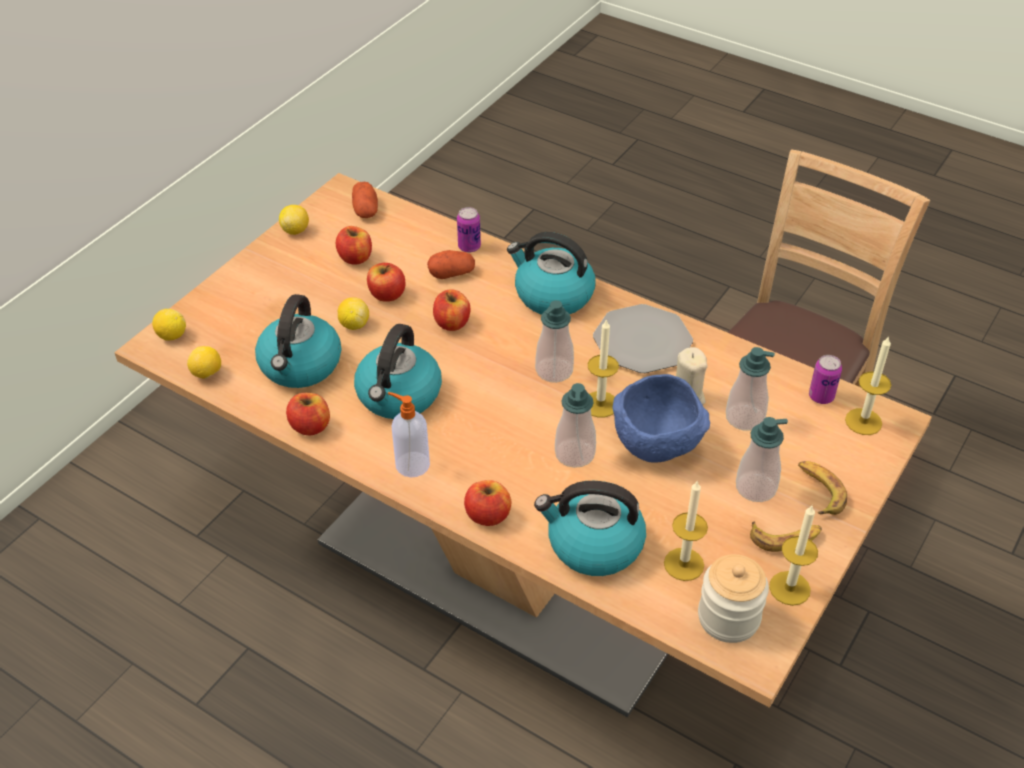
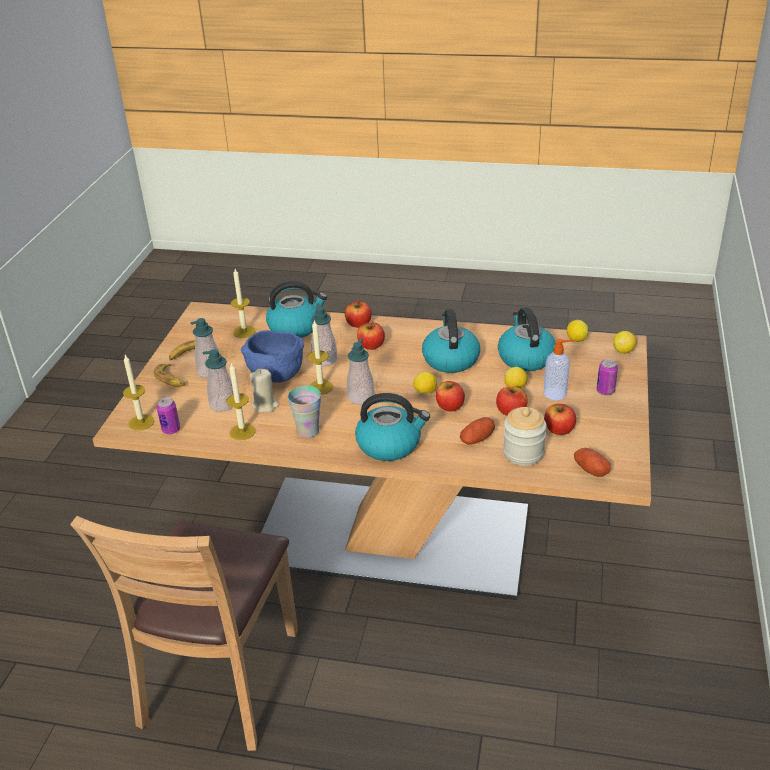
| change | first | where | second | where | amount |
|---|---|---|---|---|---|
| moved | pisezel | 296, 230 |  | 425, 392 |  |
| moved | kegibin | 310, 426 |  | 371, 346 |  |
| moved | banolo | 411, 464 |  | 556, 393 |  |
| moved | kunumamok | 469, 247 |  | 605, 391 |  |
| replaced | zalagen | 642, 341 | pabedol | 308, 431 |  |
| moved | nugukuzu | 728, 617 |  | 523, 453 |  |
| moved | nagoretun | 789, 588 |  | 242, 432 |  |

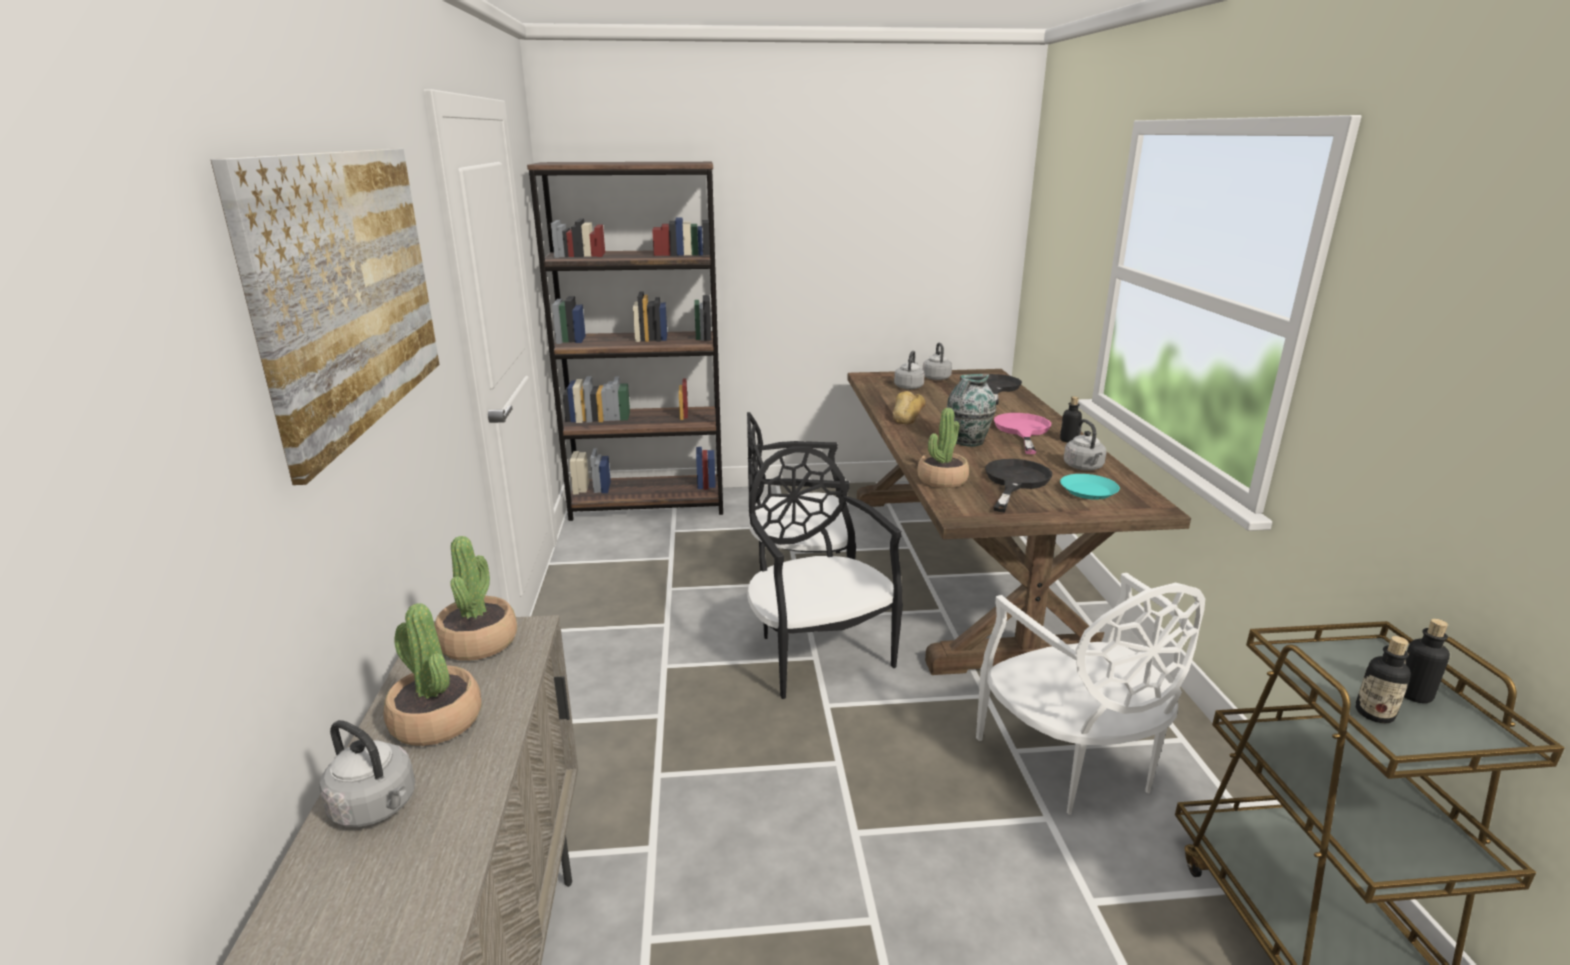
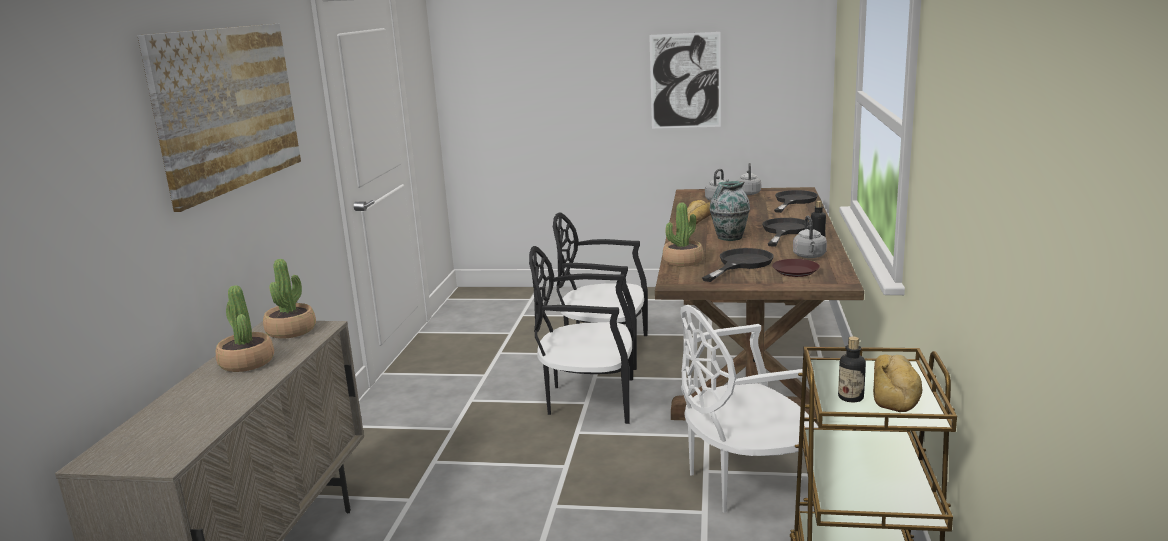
| change | first | where | second | where | amount |
|---|---|---|---|---|---|
| removed | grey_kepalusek | 377, 807 |  |  |  |
| removed | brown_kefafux | 648, 504 |  |  |  |
| turned | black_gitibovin | 817, 653 |  | 589, 400 | 75 degrees counterclockwise |
| turned | white_gitibovin | 1072, 763 |  | 747, 482 | 75 degrees clockwise |
| recoloured | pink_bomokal | 1022, 431 | black_bomokal | 784, 231 |  |
| recoloured | turquoise_zalagen | 1089, 491 | brown_zalagen | 796, 271 |  |
| replaced | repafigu | 1413, 694 | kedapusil | 895, 390 |  |
| added |  |  | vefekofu | 685, 81 |  |

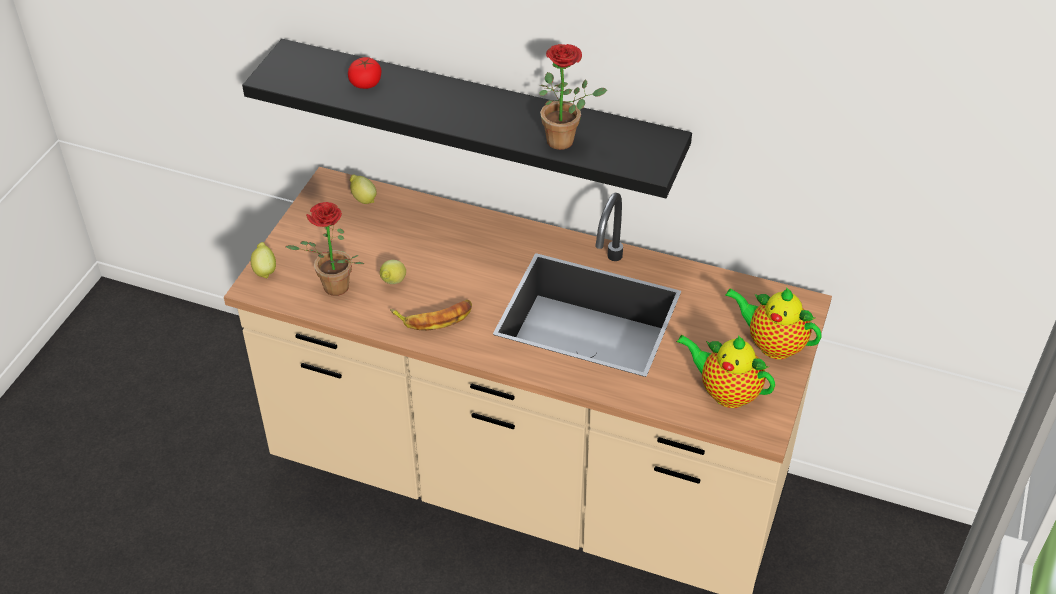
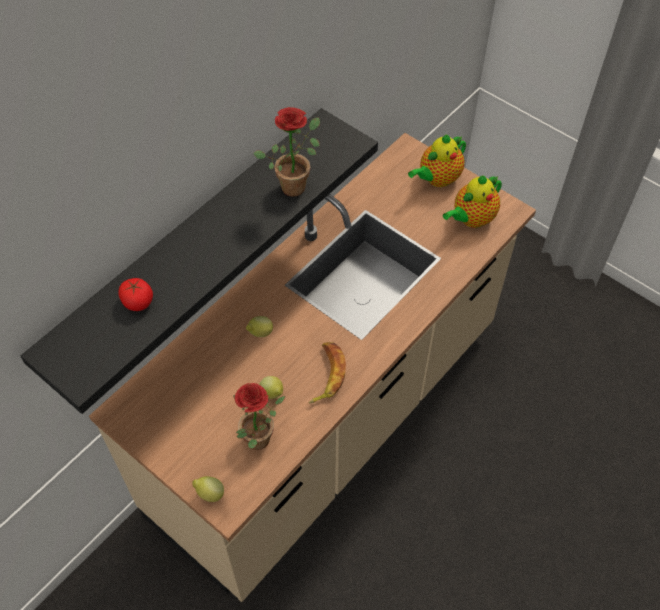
| change | first | where | second | where | amount |
|---|---|---|---|---|---|
| moved | pisezel | 363, 199 |  | 260, 333 |  |

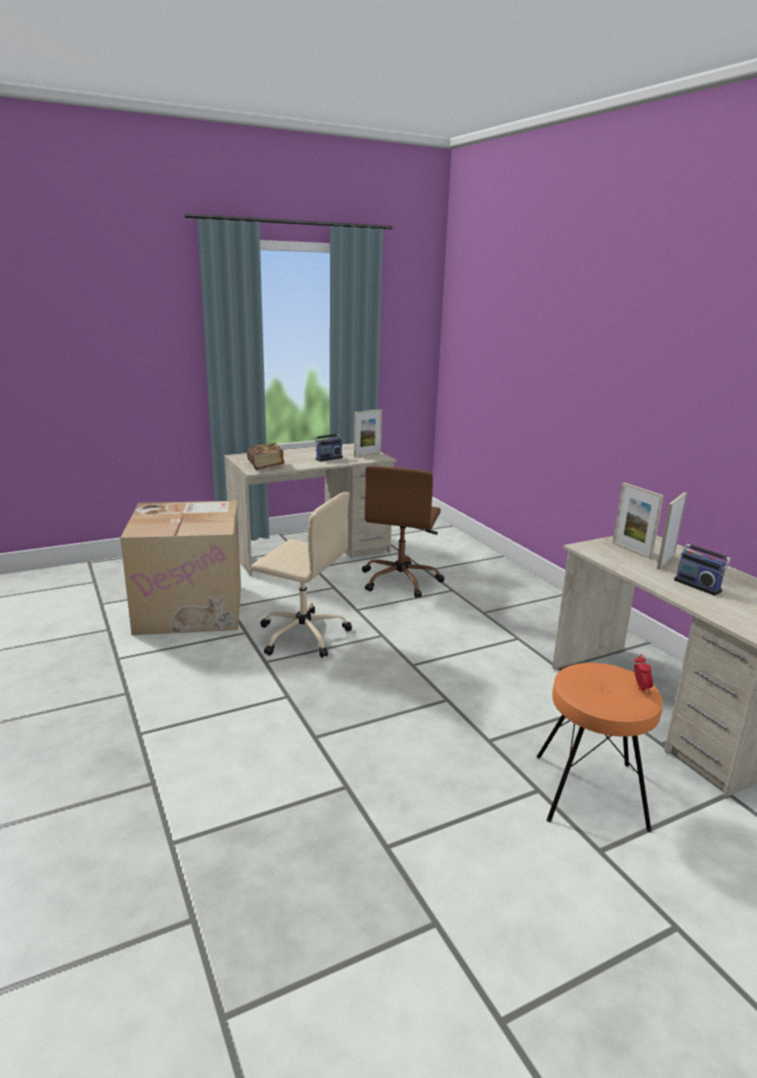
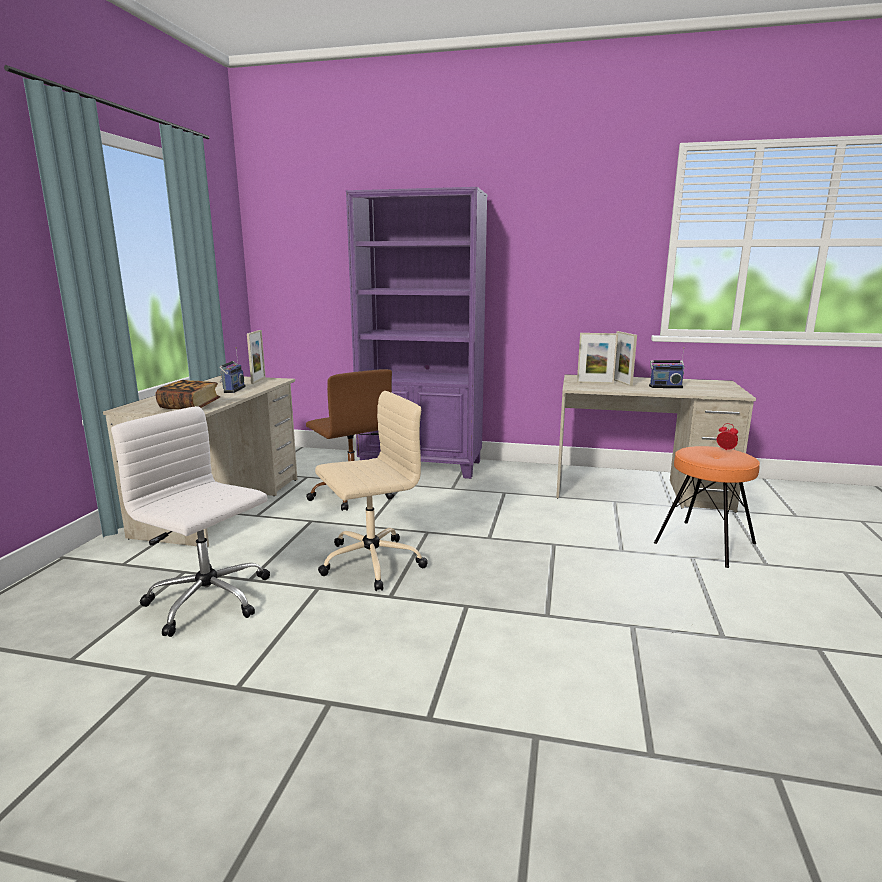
| change | first | where | second | where | amount |
|---|---|---|---|---|---|
| replaced | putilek | 192, 608 | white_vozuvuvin | 210, 601 |  |
| added |  |  | purple_kefafux | 422, 466 |  |

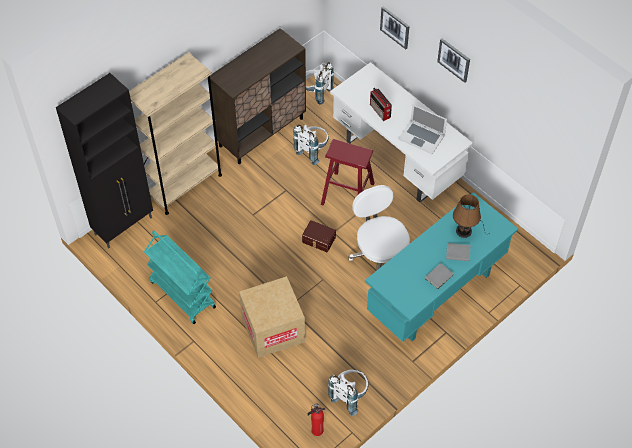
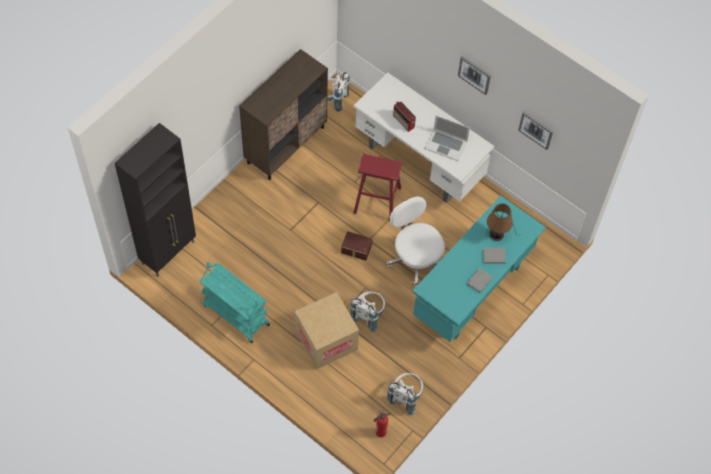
| change | first | where | second | where | amount |
|---|---|---|---|---|---|
| removed | beige_kefafux | 184, 185 |  |  |  |
| moved | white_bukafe | 312, 150 |  | 368, 315 |  |
| moved | vefekofu | 395, 27 |  | 536, 130 |  |

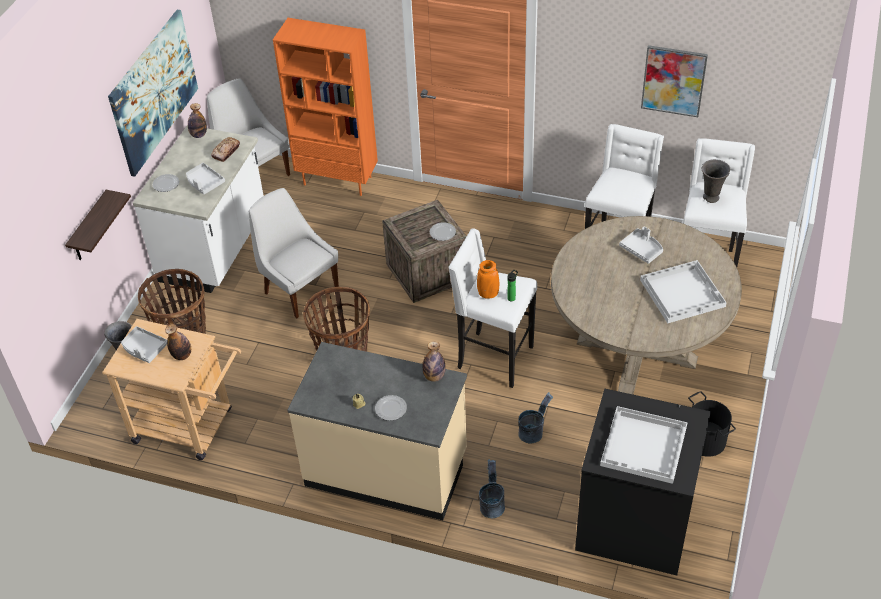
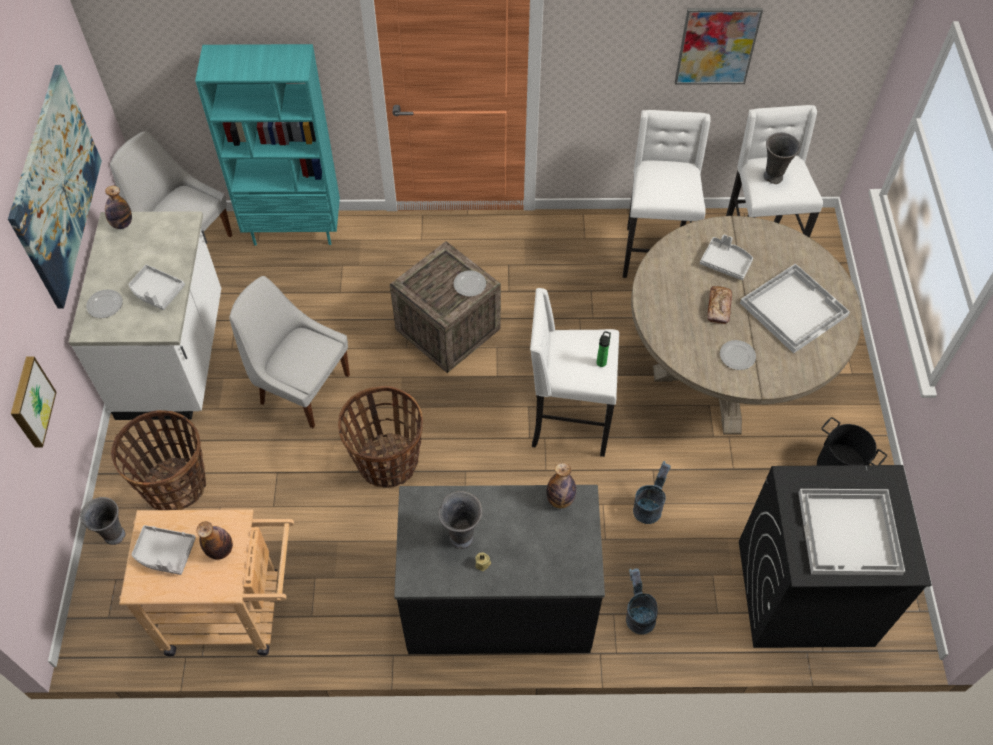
| change | first | where | second | where | amount |
|---|---|---|---|---|---|
| replaced | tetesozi | 89, 228 | vefekofu | 30, 402 |  |
| moved | kedapusil | 226, 152 |  | 718, 308 |  |
| recoloured | orange_kefafux | 338, 180 | turquoise_kefafux | 295, 230 |  |
| recoloured | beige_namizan | 386, 469 | black_namizan | 498, 603 |  |
| moved | zalagen | 391, 409 |  | 737, 356 |  |
| removed | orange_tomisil | 488, 294 |  |  |  |
| added |  |  | grey_tomisil | 461, 536 |  |

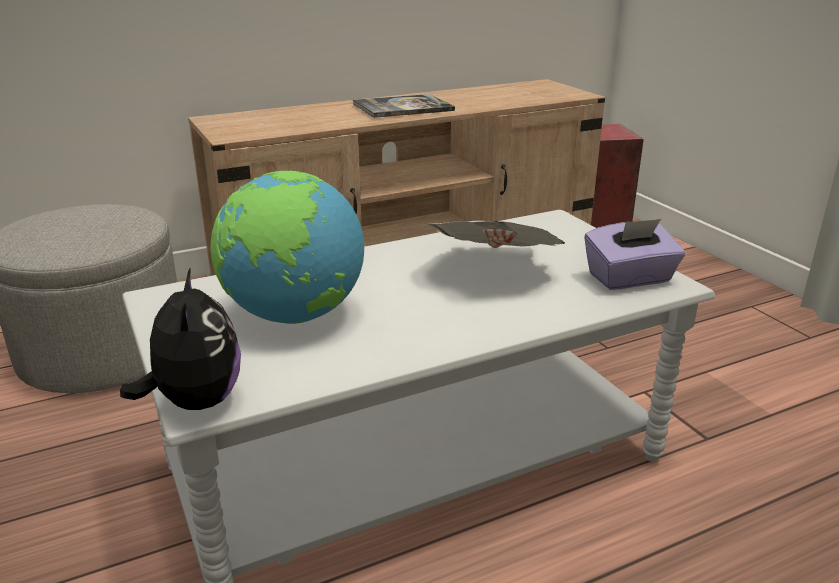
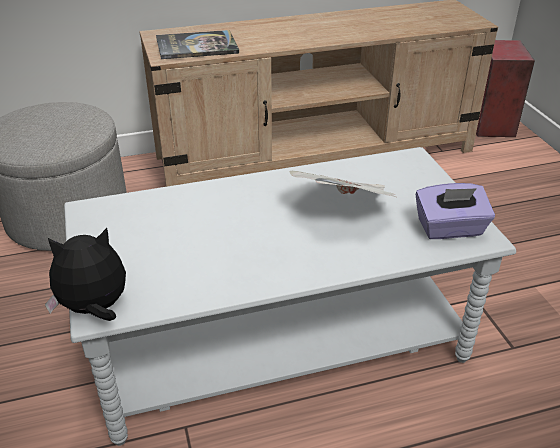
| change | first | where | second | where | amount |
|---|---|---|---|---|---|
| turned | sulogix | 195, 401 |  | 95, 309 | 105 degrees counterclockwise |
| removed | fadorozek | 293, 315 |  |  |  |
| moved | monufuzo | 403, 108 |  | 196, 46 |  |

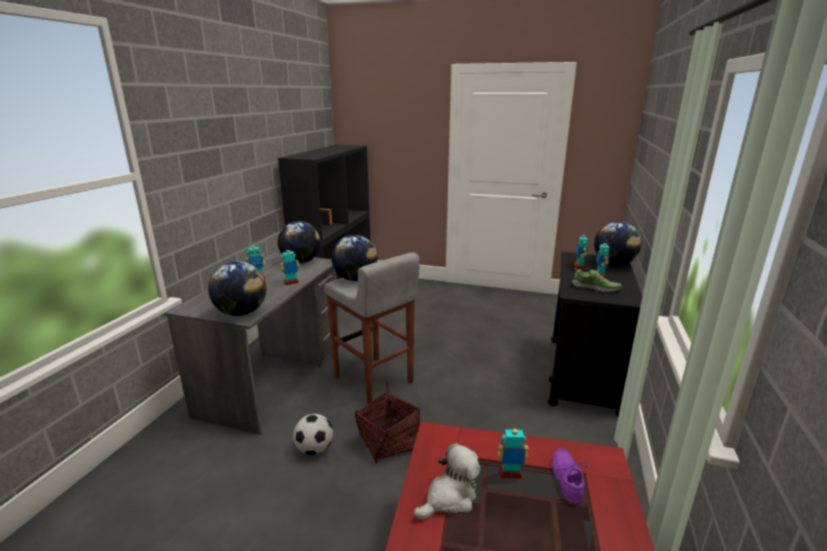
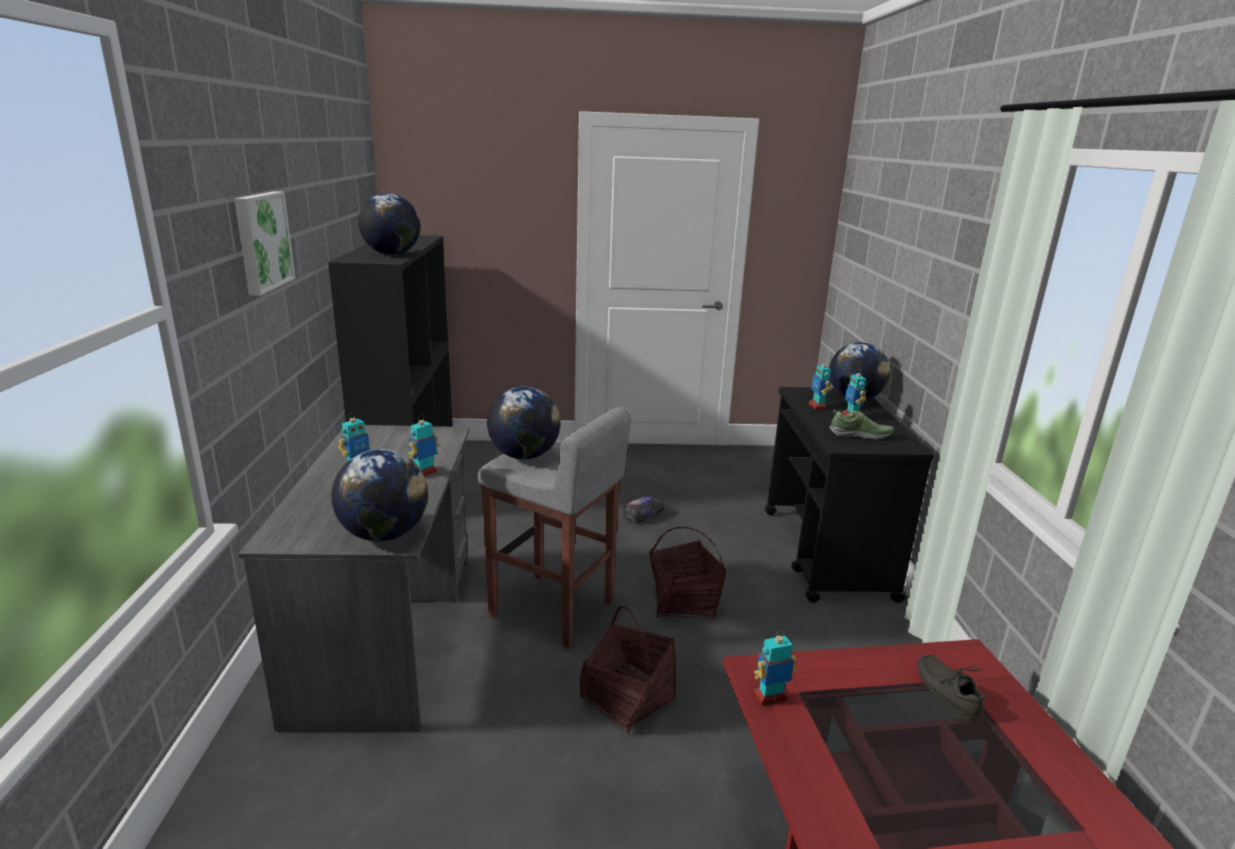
| change | first | where | second | where | amount |
|---|---|---|---|---|---|
| moved | fadorozek | 301, 261 |  | 391, 254 |  |
| removed | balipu | 314, 449 |  |  |  |
| removed | sulogix | 449, 497 |  |  |  |
| moved | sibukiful | 510, 473 |  | 770, 698 |  |
| recoloured | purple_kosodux | 569, 479 | grey_kosodux | 949, 692 |  |
| added |  |  | vefekofu | 261, 241 |  |
| added |  |  | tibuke | 643, 515 |  |
| added |  |  | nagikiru | 683, 602 |  |

